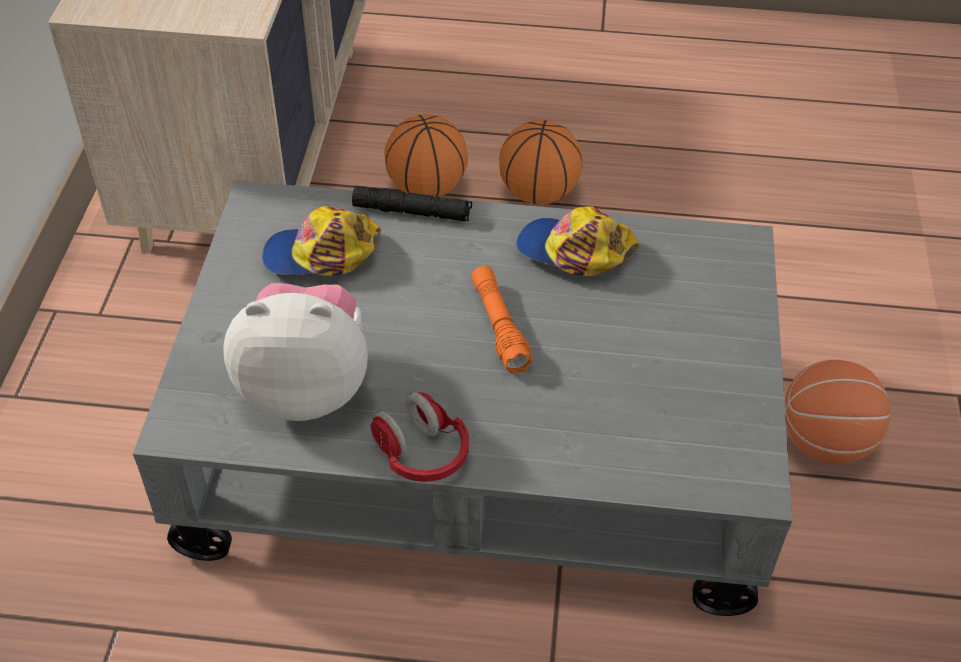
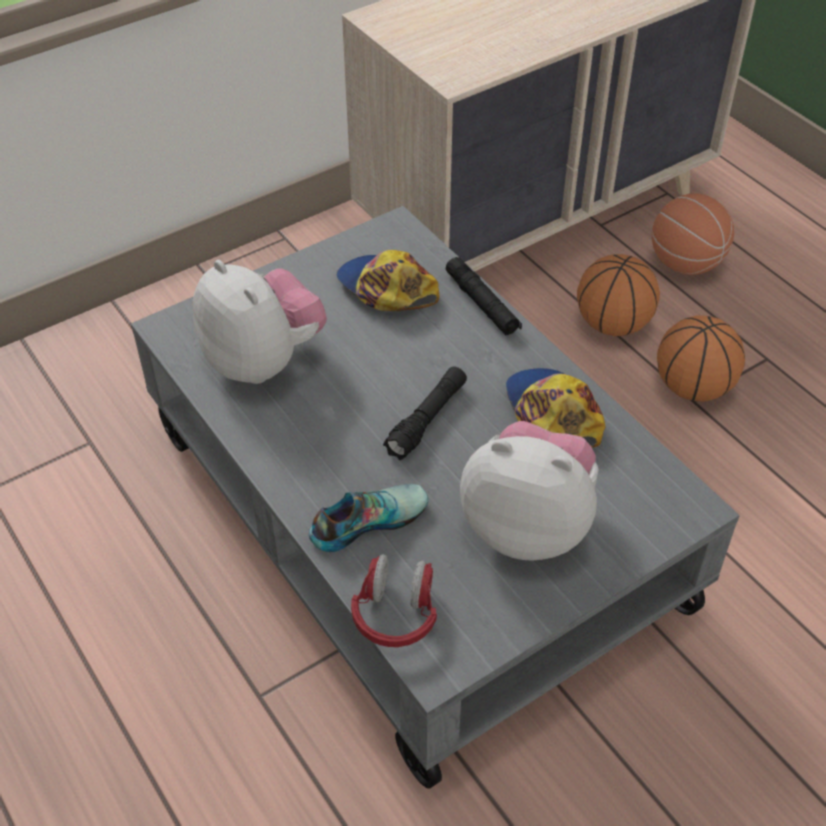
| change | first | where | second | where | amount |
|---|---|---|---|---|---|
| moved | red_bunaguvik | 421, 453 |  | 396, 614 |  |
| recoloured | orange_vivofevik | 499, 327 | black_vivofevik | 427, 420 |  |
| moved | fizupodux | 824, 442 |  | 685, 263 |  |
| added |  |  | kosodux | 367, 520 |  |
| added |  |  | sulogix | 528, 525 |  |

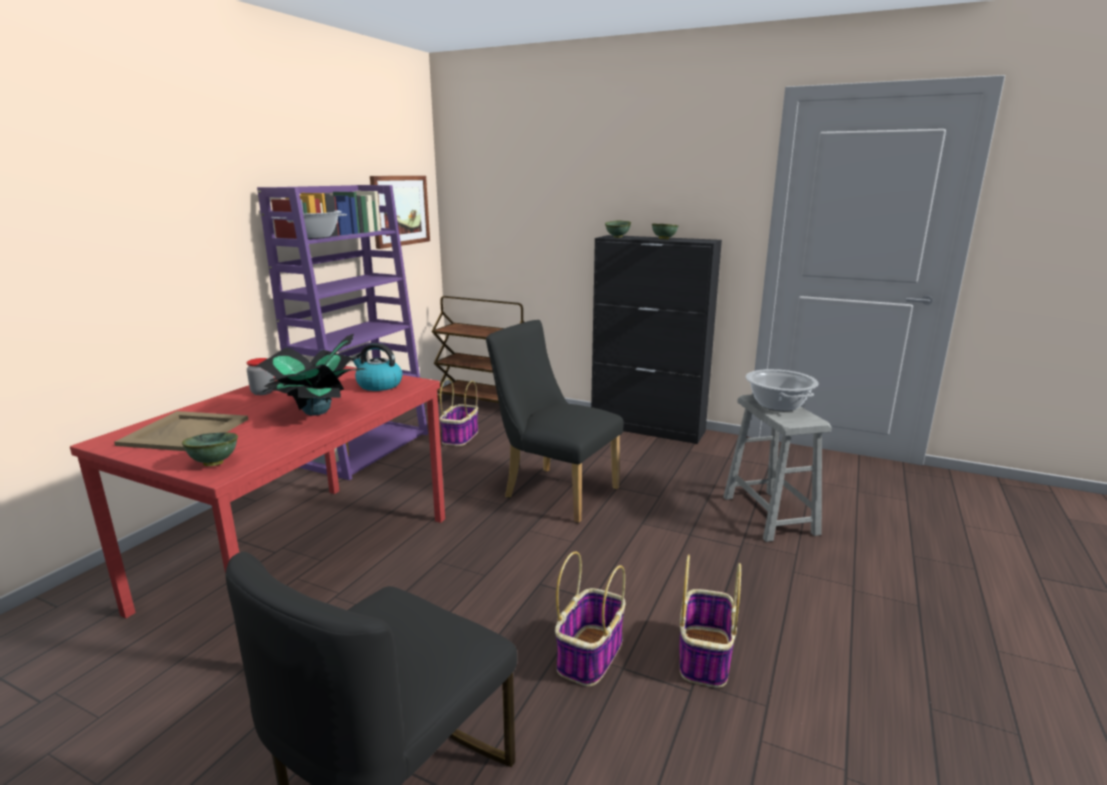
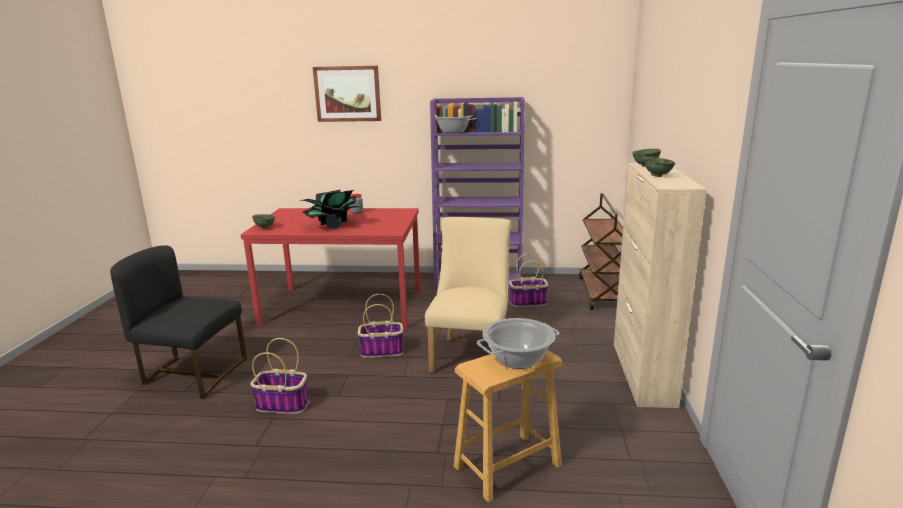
| change | first | where | second | where | amount |
|---|---|---|---|---|---|
| removed | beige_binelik | 185, 431 |  |  |  |
| removed | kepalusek | 378, 385 |  |  |  |
| moved | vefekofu | 400, 210 |  | 347, 94 |  |
| recoloured | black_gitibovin | 554, 491 | beige_gitibovin | 471, 354 |  |
| recoloured | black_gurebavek | 648, 428 | beige_gurebavek | 643, 373 |  |
| moved | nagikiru | 704, 655 |  | 382, 351 |  |
| recoloured | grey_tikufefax | 769, 515 | brown_tikufefax | 507, 466 |  |

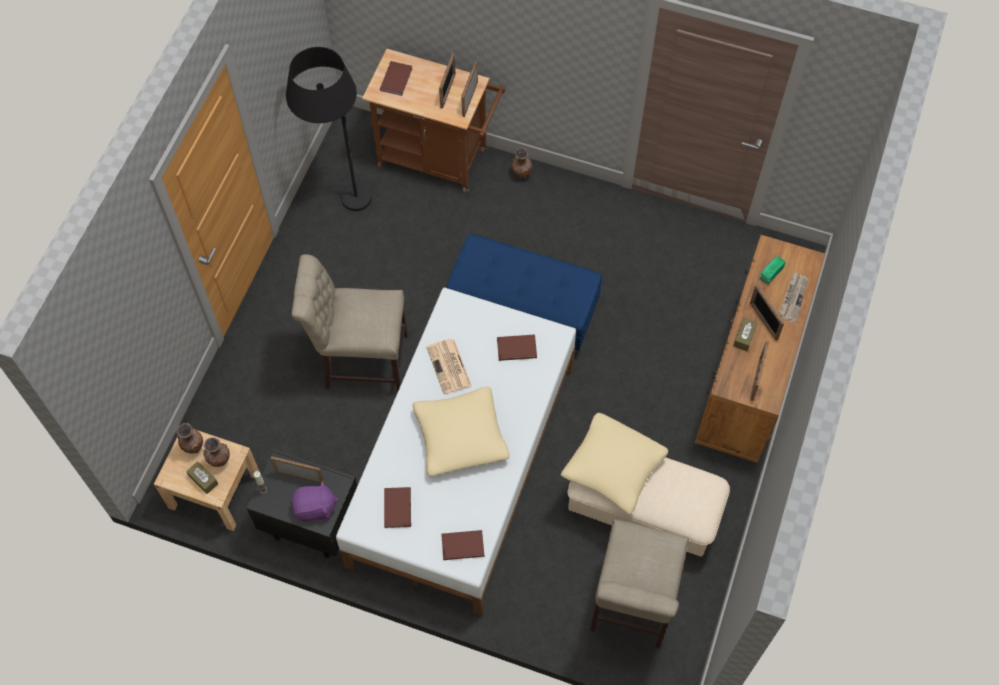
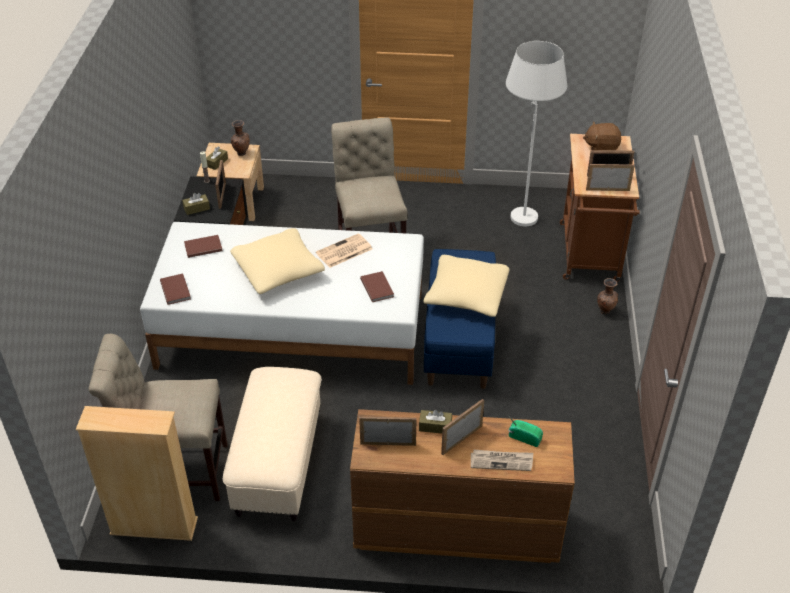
| change | first | where | second | where | amount |
|---|---|---|---|---|---|
| removed | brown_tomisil | 220, 462 |  |  |  |
| recoloured | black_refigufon | 340, 194 | white_refigufon | 523, 208 |  |
| replaced | purple_sulogix | 315, 508 | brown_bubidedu | 196, 208 |  |
| replaced | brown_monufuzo | 397, 79 | brown_sulogix | 601, 147 |  |
| moved | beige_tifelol | 613, 468 |  | 466, 295 |  |
| added |  |  | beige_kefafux | 154, 526 |  |

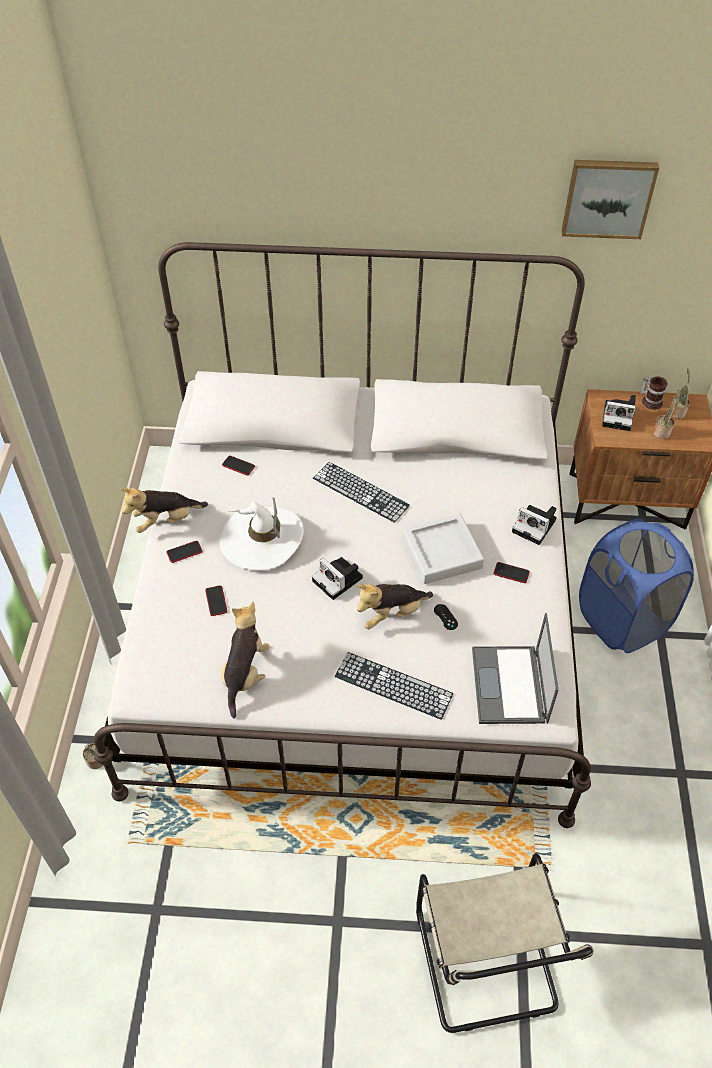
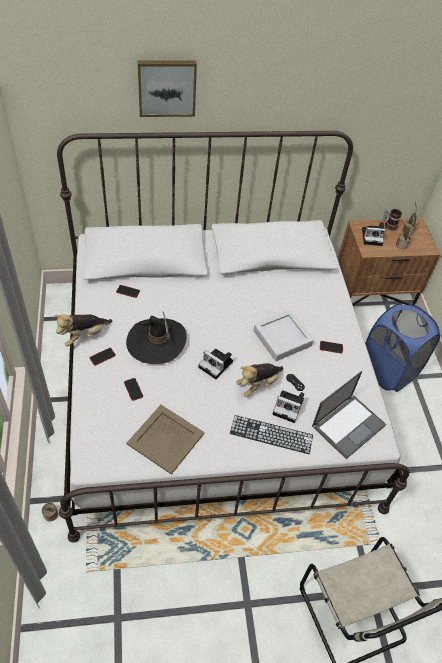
| change | first | where | second | where | amount |
|---|---|---|---|---|---|
| recoloured | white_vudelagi | 262, 539 | black_vudelagi | 156, 342 |  |
| replaced | sulogix | 245, 673 | beige_binelik | 166, 439 |  |
| removed | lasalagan | 360, 492 |  |  |  |
| turned | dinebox | 510, 686 |  | 349, 425 | 120 degrees counterclockwise |
| moved | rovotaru | 535, 526 |  | 289, 407 |  |
| moved | vefekofu | 608, 197 |  | 167, 87 |  |

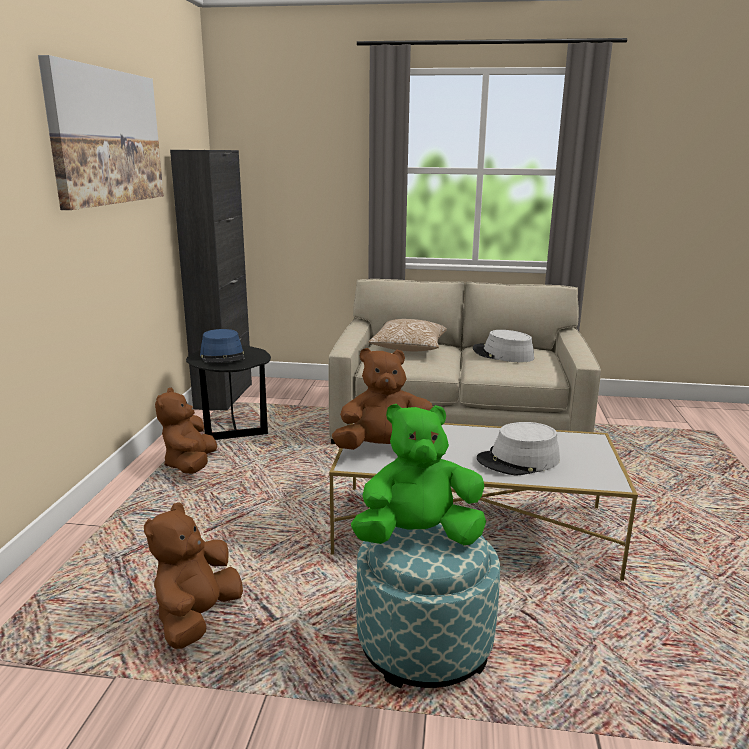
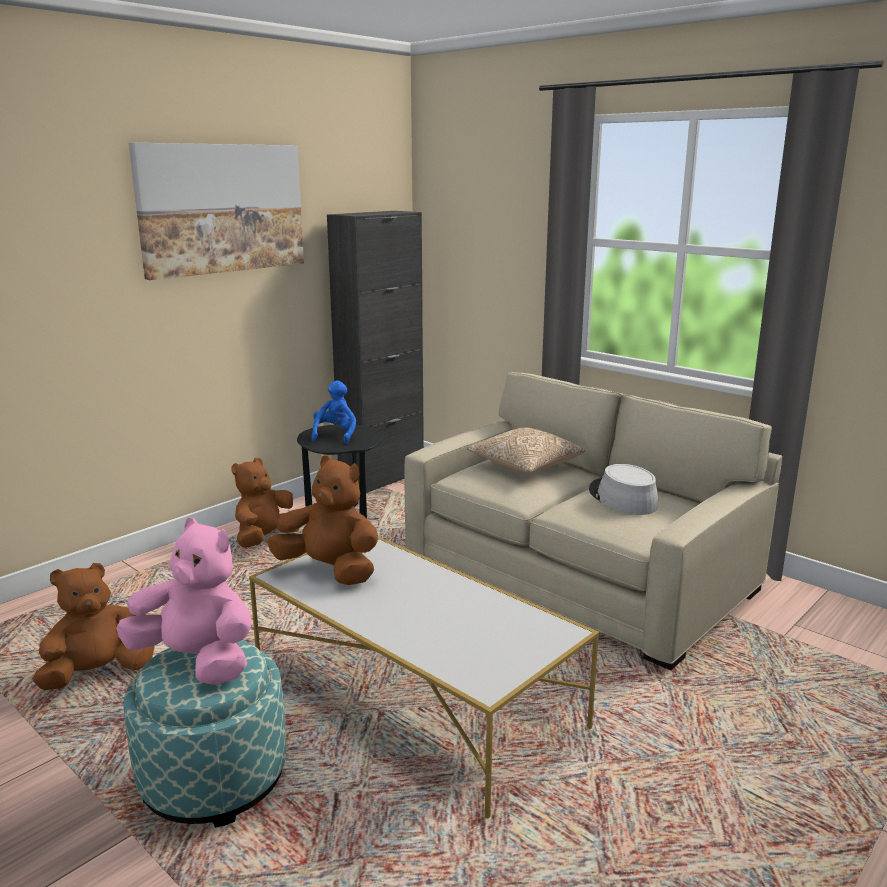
| change | first | where | second | where | amount |
|---|---|---|---|---|---|
| replaced | blue_vudelagi | 223, 356 | blue_sulogix | 335, 435 |  |
| recoloured | green_sulogix | 418, 537 | pink_sulogix | 197, 661 |  |
| removed | grey_vudelagi | 518, 460 |  |  |  |

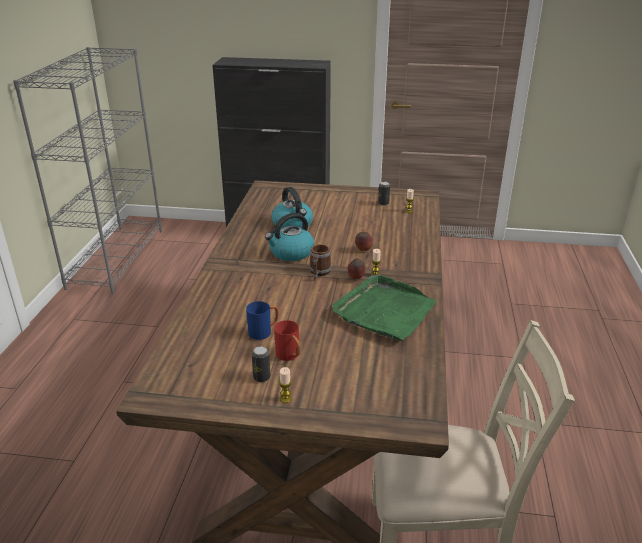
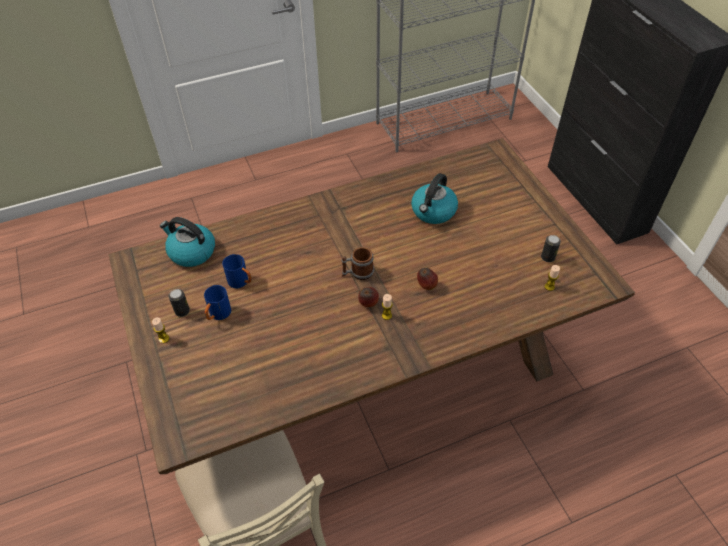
| change | first | where | second | where | amount |
|---|---|---|---|---|---|
| moved | kepalusek | 291, 253 |  | 191, 252 |  |
| recoloured | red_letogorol | 290, 356 | blue_letogorol | 218, 315 |  |
| removed | green_binelik | 384, 311 |  |  |  |

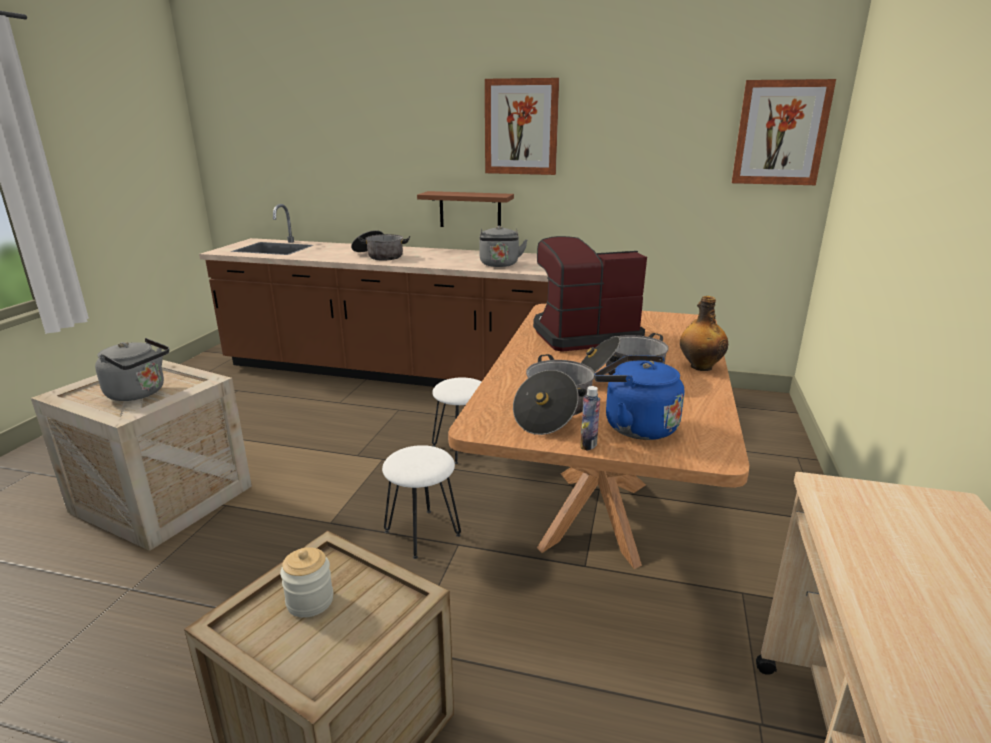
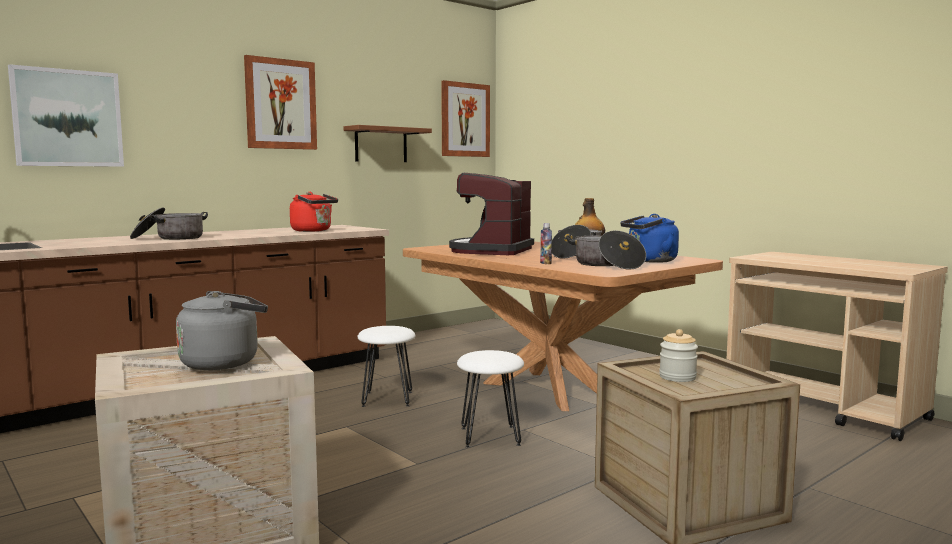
| change | first | where | second | where | amount |
|---|---|---|---|---|---|
| moved | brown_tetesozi | 470, 210 |  | 381, 145 |  |
| recoloured | grey_kepalusek | 499, 265 | red_kepalusek | 313, 231 |  |
| moved | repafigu | 588, 445 |  | 545, 263 |  |
| added |  |  | vefekofu | 67, 118 |  |

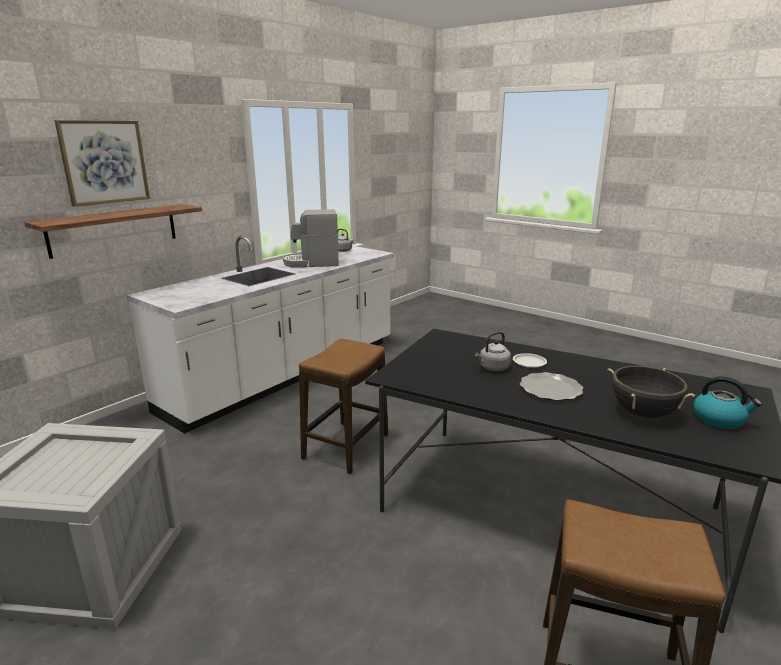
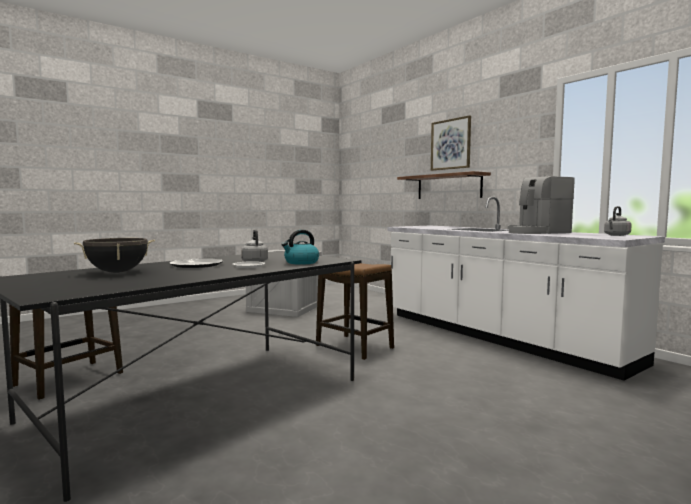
| change | first | where | second | where | amount |
|---|---|---|---|---|---|
| turned | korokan | 312, 263 |  | 537, 232 | 120 degrees counterclockwise |
| moved | kepalusek | 719, 419 |  | 301, 262 |  |

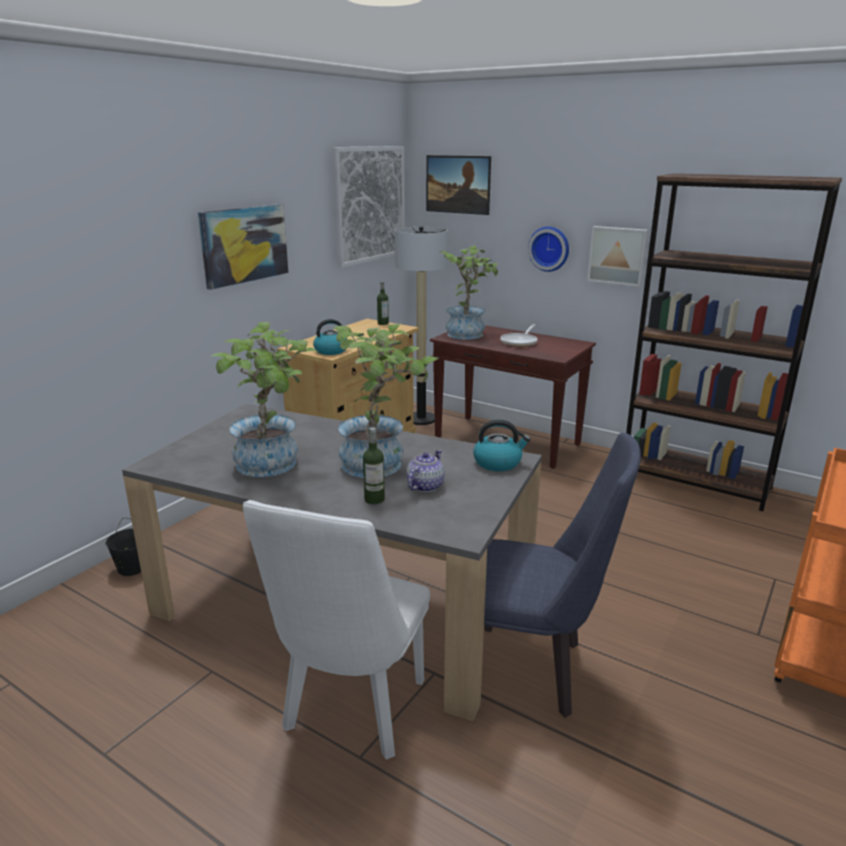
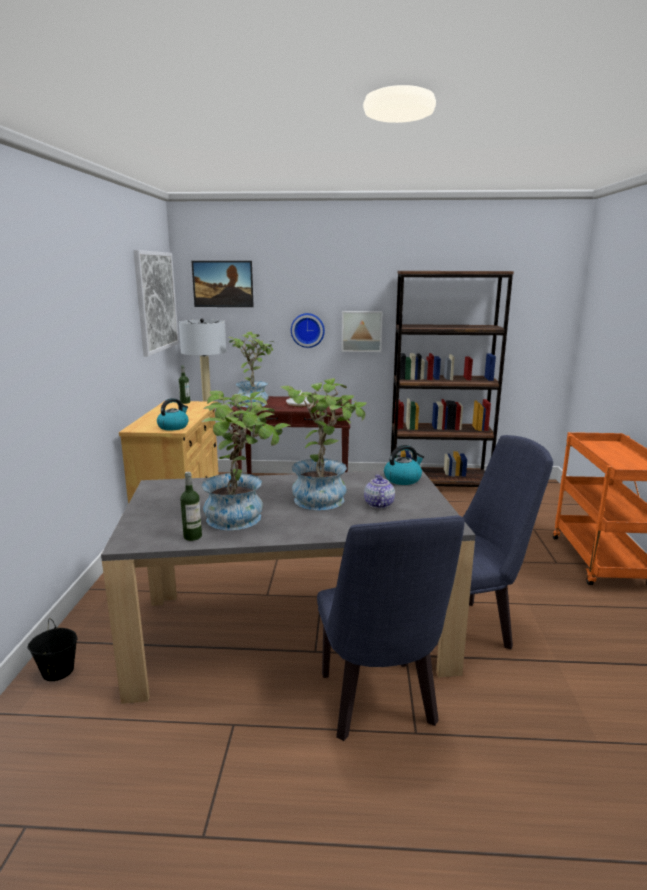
| change | first | where | second | where | amount |
|---|---|---|---|---|---|
| removed | vefekofu | 244, 244 |  |  |  |
| recoloured | white_gitibovin | 352, 714 | blue_gitibovin | 379, 706 |  |
| moved | repafigu | 374, 499 |  | 192, 536 |  |

